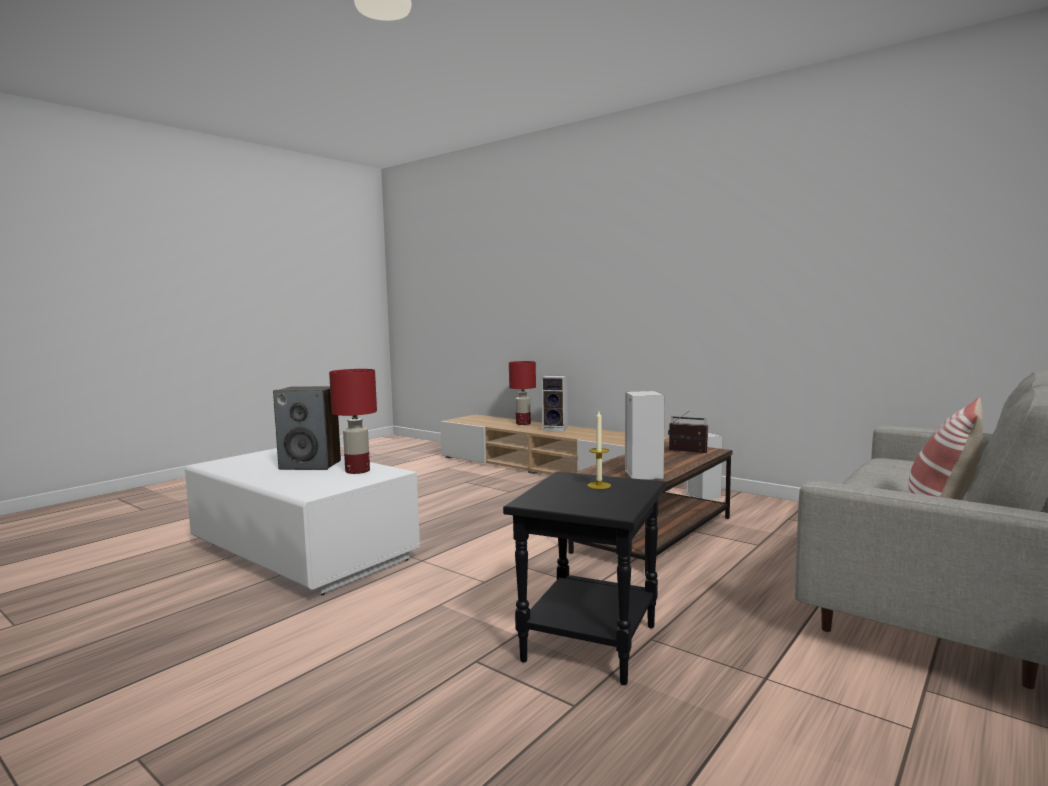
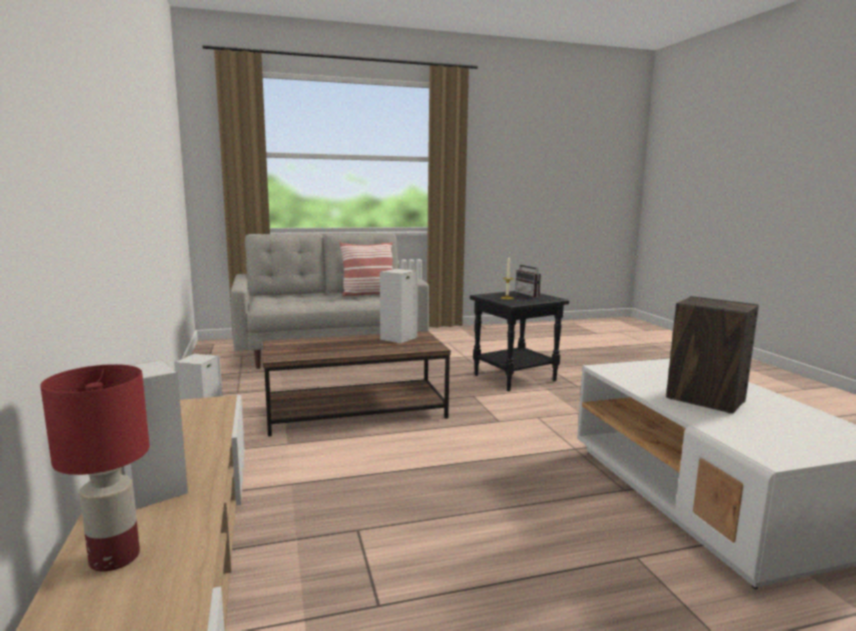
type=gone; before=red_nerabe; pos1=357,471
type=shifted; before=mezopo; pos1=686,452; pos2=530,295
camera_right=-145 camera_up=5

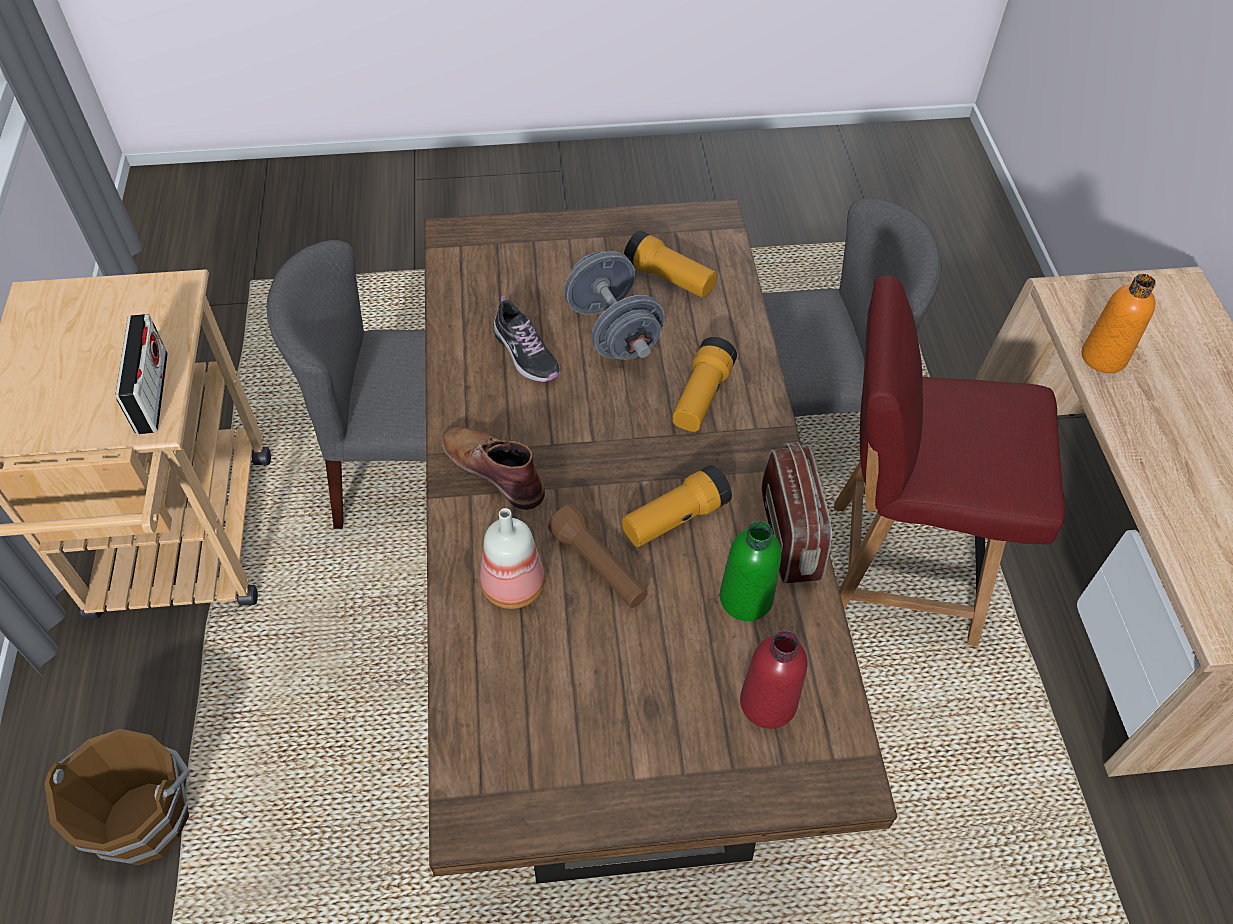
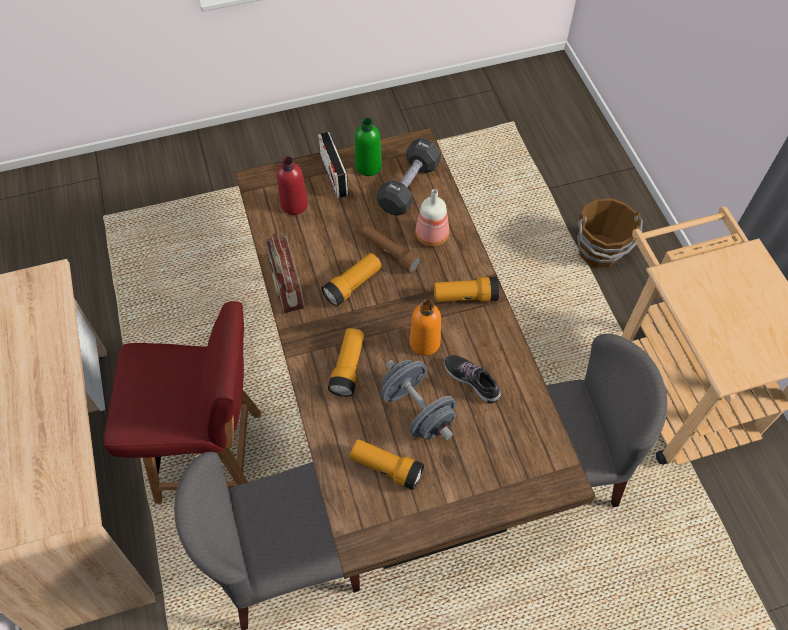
type=new; after=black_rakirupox; pos2=409,187
type=shifted; before=mezopo; pos1=152,393; pos2=334,176
type=shifted; before=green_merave; pos1=746,598; pos2=368,166
type=shifted; before=orange_merave; pos1=1103,357; pos2=424,343
type=swapped; before=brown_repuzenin; after=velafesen; pos1=492,468; pos2=465,297
camera_right=170 camera_up=5

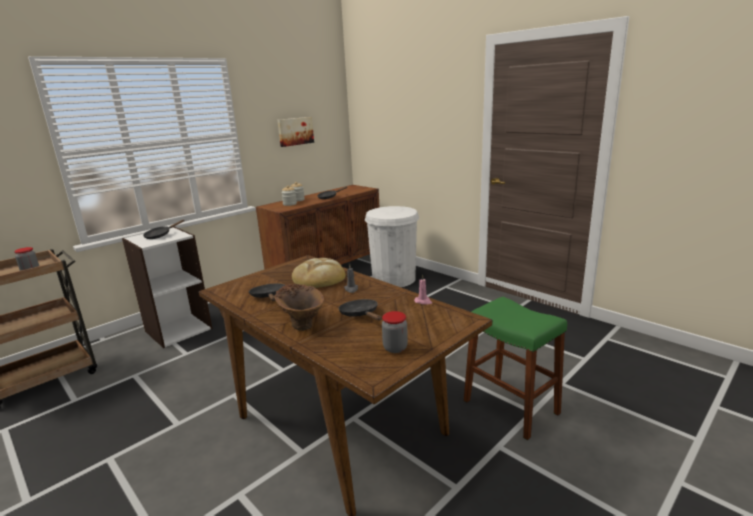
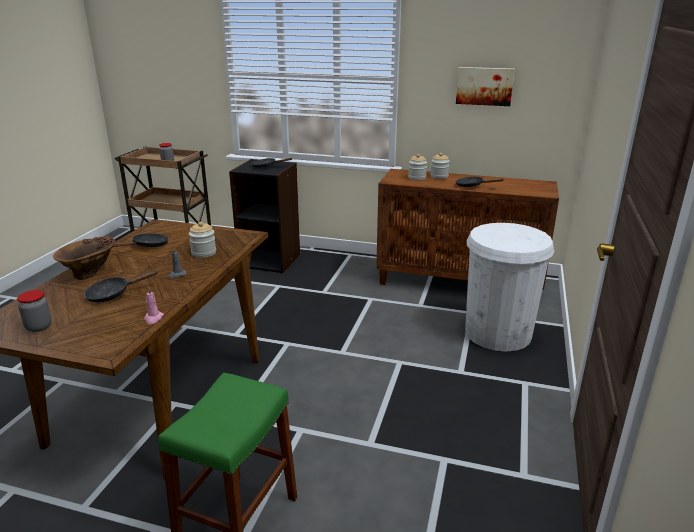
type=swapped; before=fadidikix; after=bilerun; pos1=319,277; pos2=204,253
type=repainted; before=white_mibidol; after=black_mibidol; pos1=178,329; pos2=270,260
type=rotated; before=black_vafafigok; pos1=360,315; pos2=113,294; turn=-150
camera_right=60 camera_up=5

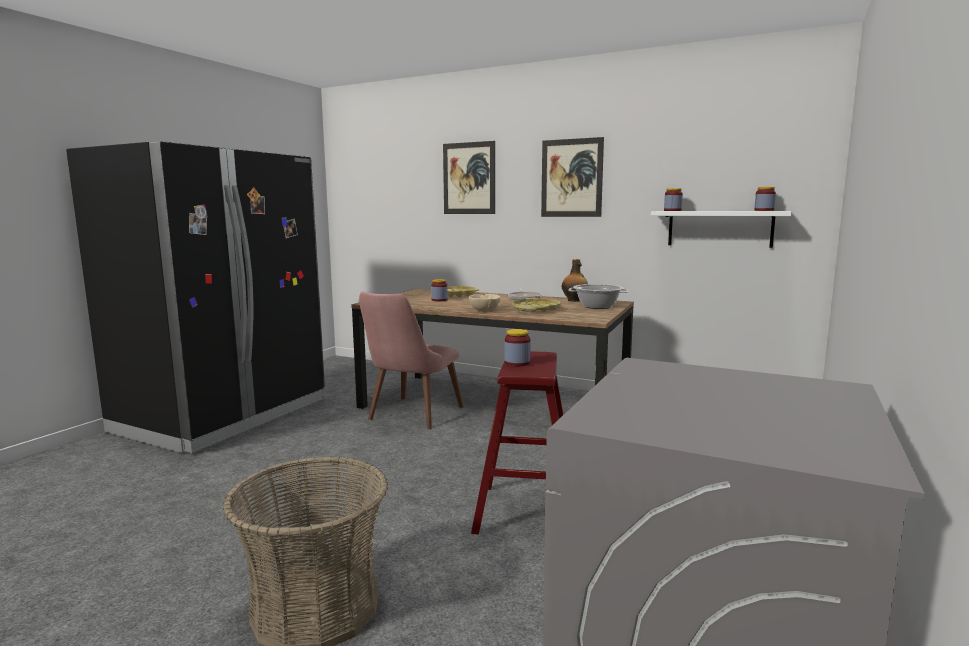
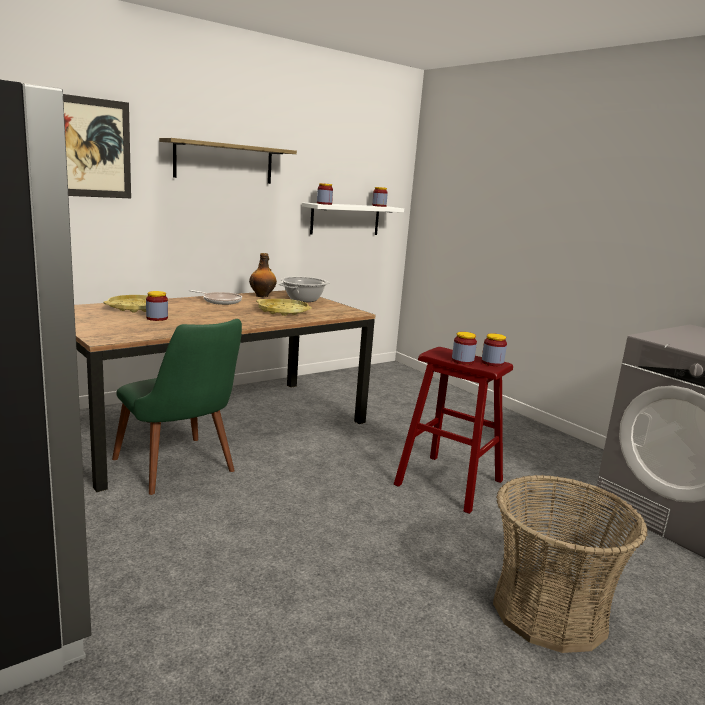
type=gone; before=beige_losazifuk; pos1=484,310
type=new; after=bilerun; pos2=492,363
type=swapped; before=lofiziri; after=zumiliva; pos1=571,178; pos2=224,162
type=repainted; before=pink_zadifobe; after=green_zadifobe; pos1=410,416; pos2=182,470
camera_right=-65 camera_up=5

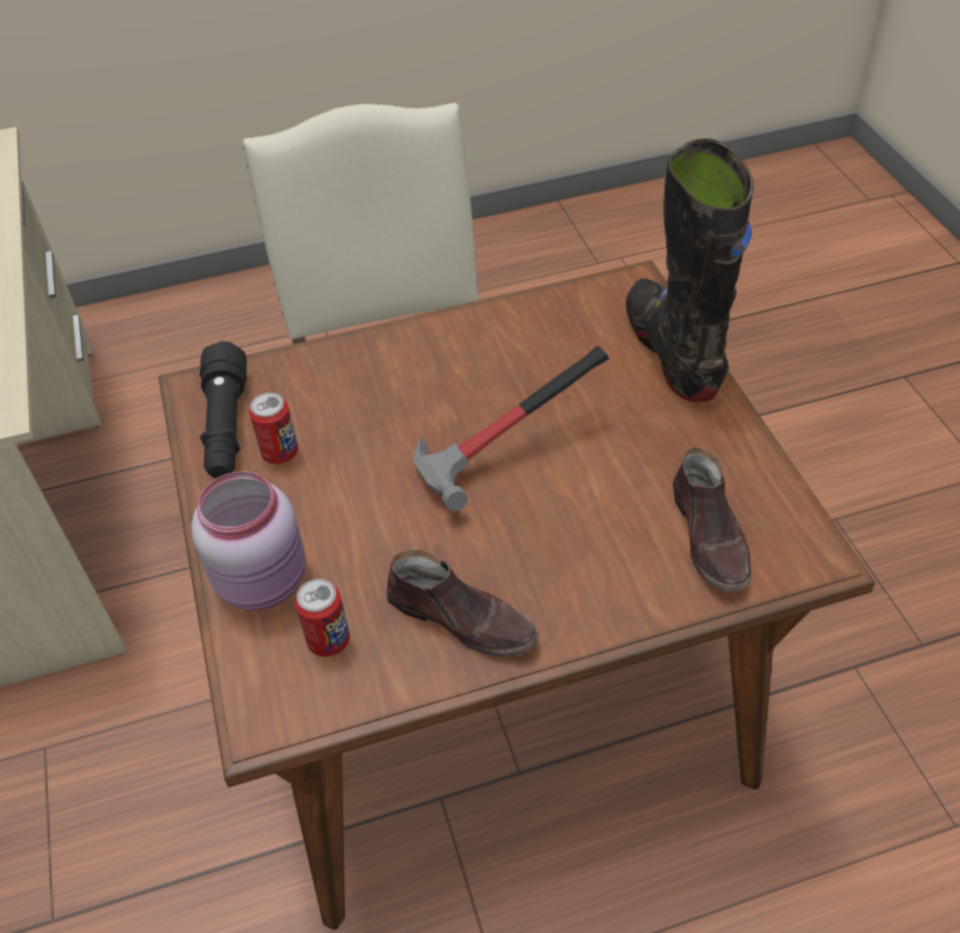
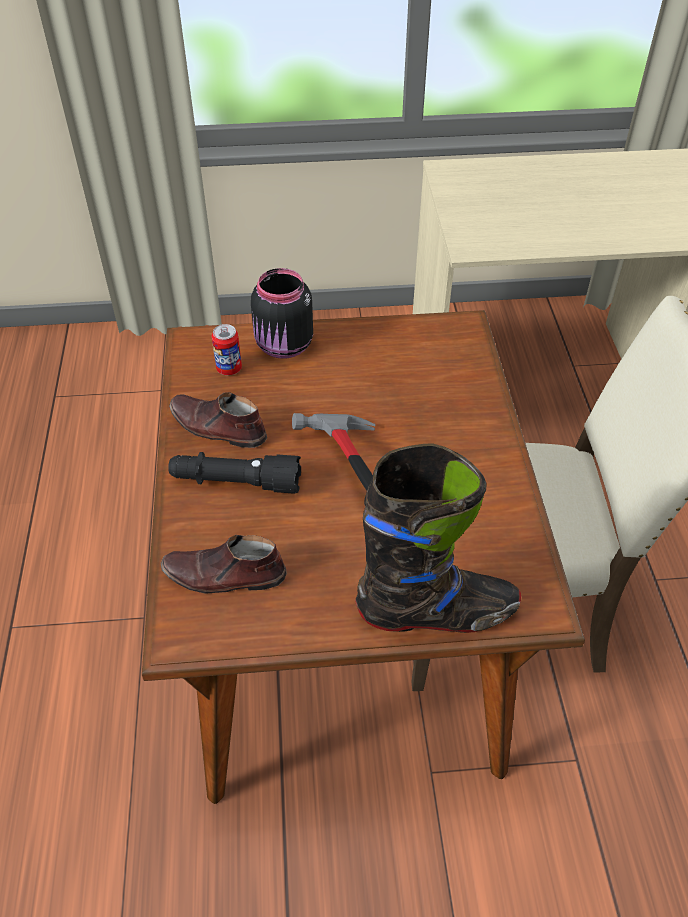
type=gone; before=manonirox; pos1=280,453
type=shifted; before=black_velafesen; pos1=226,428; pos2=236,482
type=repainted; before=pink_bilerun; after=black_bilerun; pos1=265,580; pos2=284,346
type=rotated; before=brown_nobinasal; pos1=462,618; pos2=217,427; turn=75
camera_right=100 camera_up=0

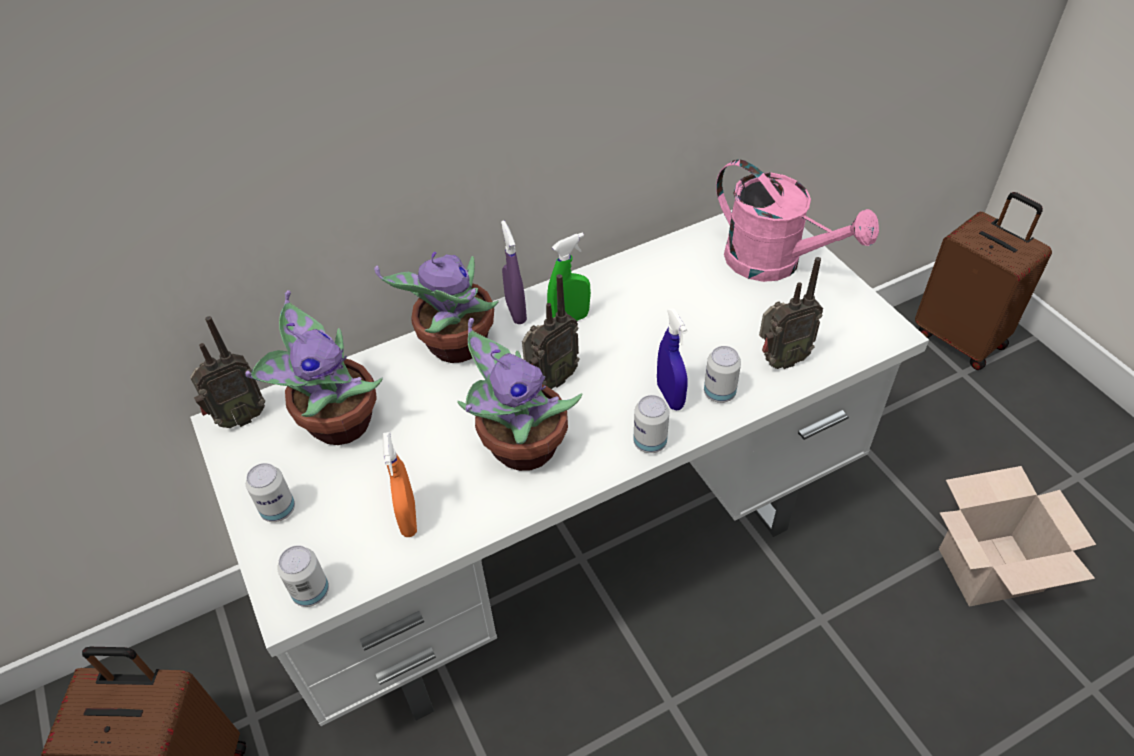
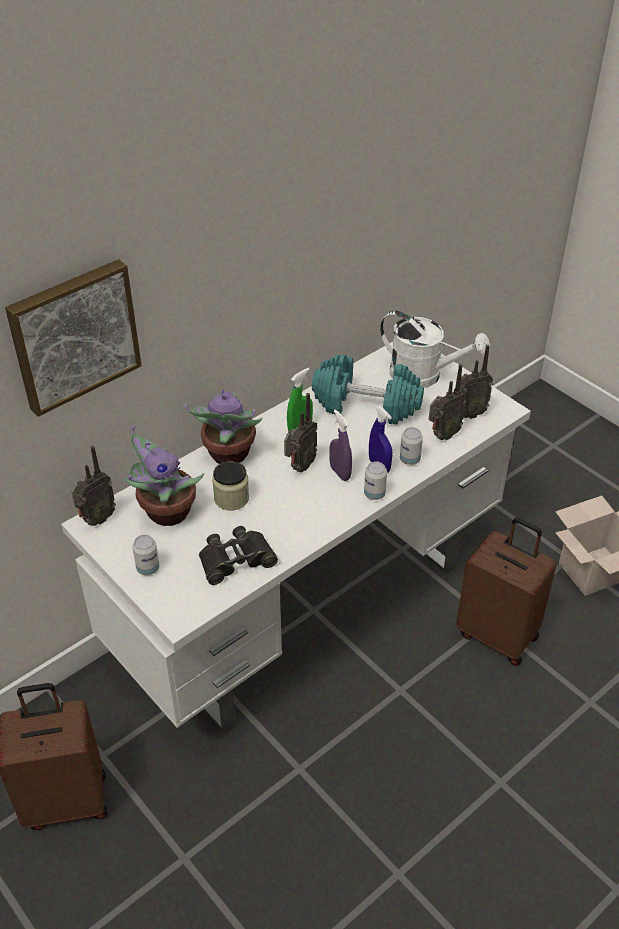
type=gone; before=manonirox; pos1=311,592
type=gone; before=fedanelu; pos1=520,447
type=new; after=lofiziri; pos2=73,335
type=new; after=bilerun; pos2=231,498
type=new; after=turquoise_rakirupox; pos2=367,405
type=new; after=mezopo; pos2=468,414
type=shifted; before=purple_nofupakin; pos1=516,312; pos2=340,473
type=shifted; before=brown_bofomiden; pos1=961,338; pos2=498,634
type=swapped; before=orange_nofupakin; after=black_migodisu; pos1=408,518; pos2=236,560
type=repainted; before=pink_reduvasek; after=white_reduvasek; pos1=775,263; pos2=424,376
camera_right=-15 camera_up=-5

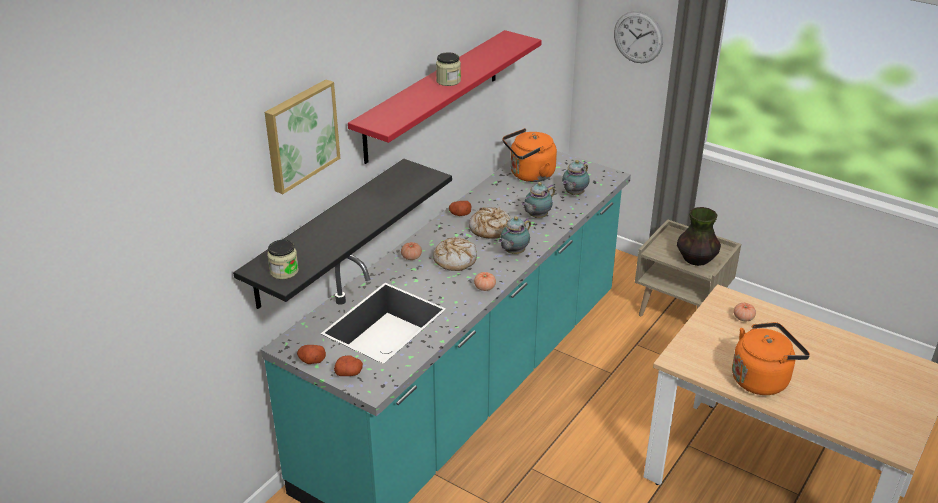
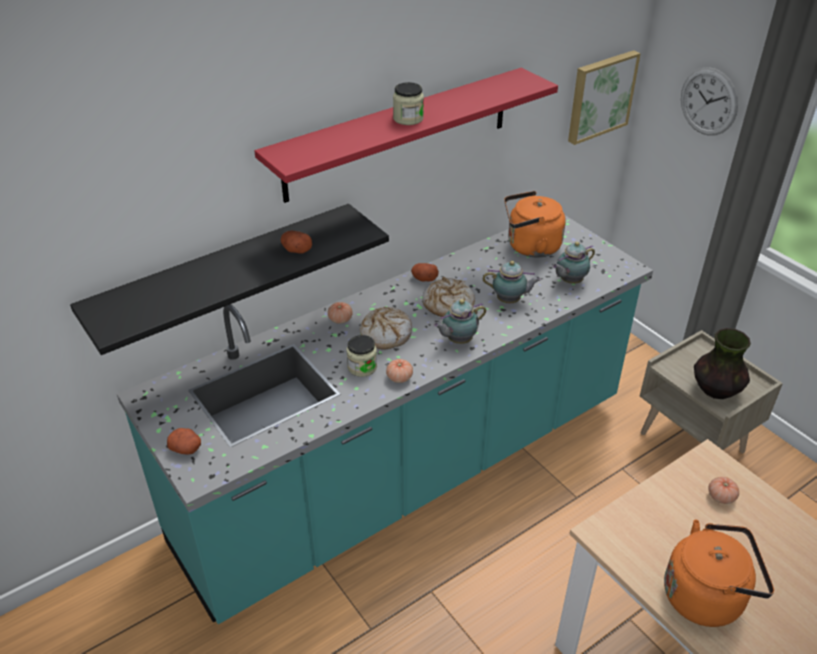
type=shifted; before=lofiziri; pos1=300,135; pos2=600,96
type=shifted; before=bilerun; pos1=284,271; pos2=362,367
type=shifted; before=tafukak; pos1=311,360; pos2=296,249
type=rotated; before=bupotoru; pos1=536,217; pos2=510,301; turn=-150
camera_right=20 camera_up=5

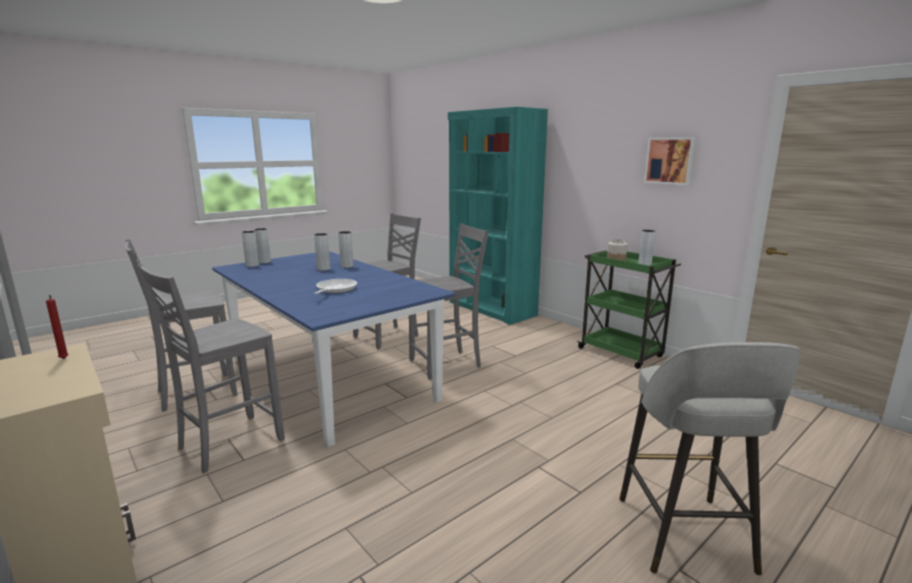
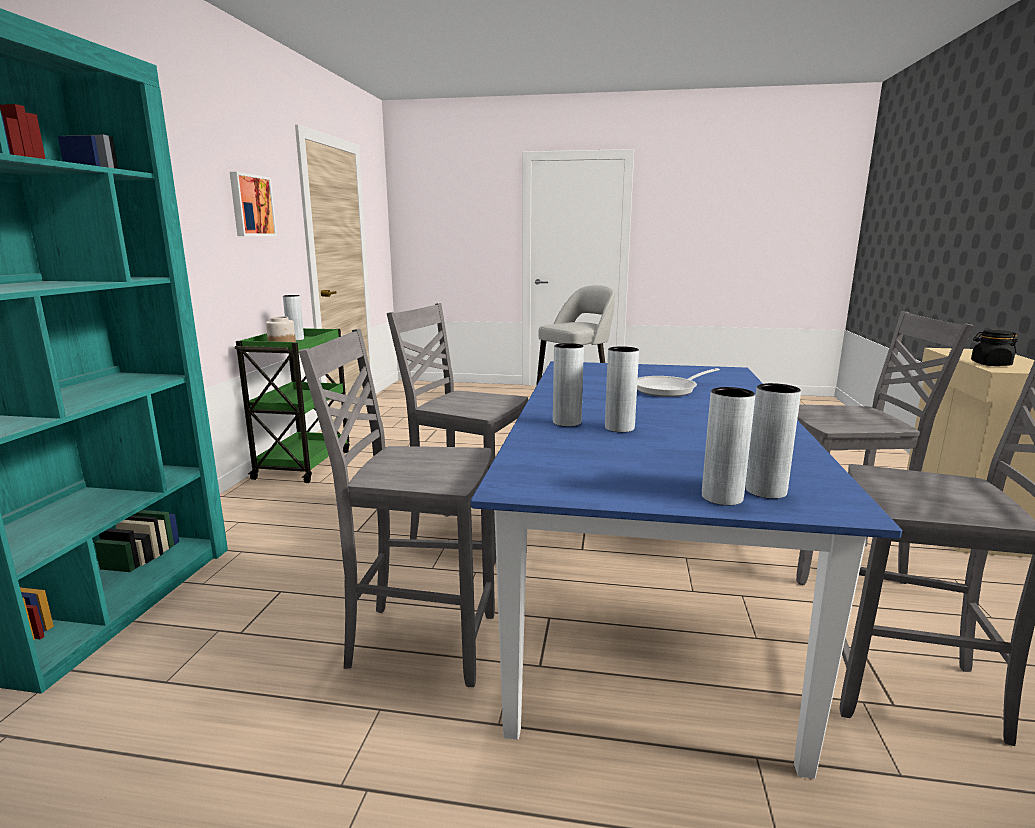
type=swapped; before=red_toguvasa; after=black_bilerun; pos1=64,359; pos2=990,364
camera_right=-130 camera_up=0

